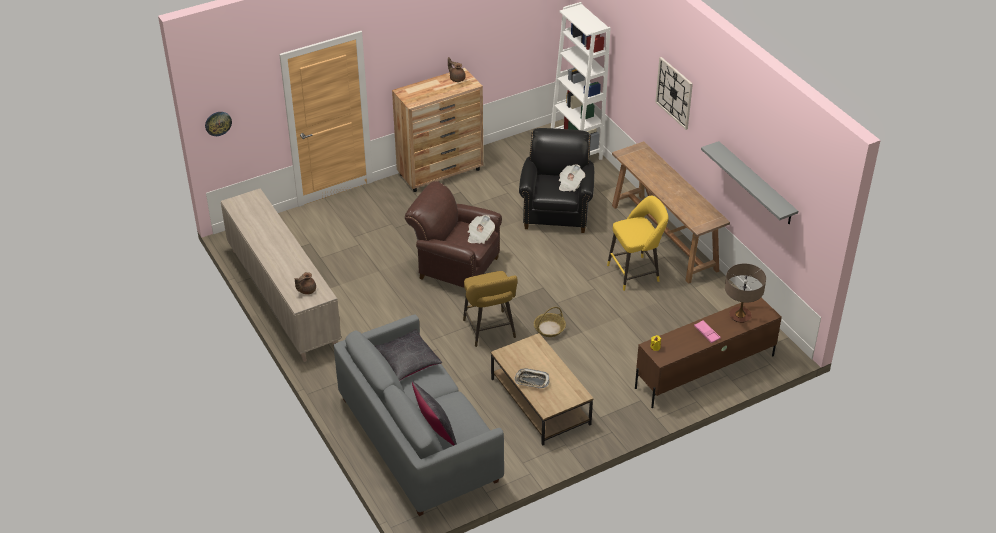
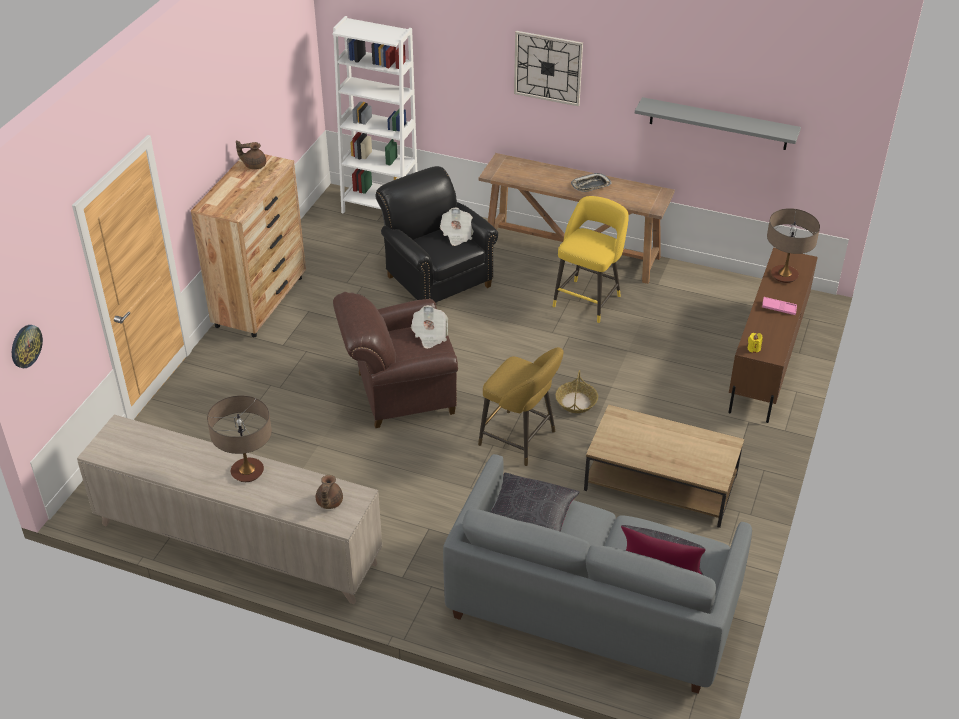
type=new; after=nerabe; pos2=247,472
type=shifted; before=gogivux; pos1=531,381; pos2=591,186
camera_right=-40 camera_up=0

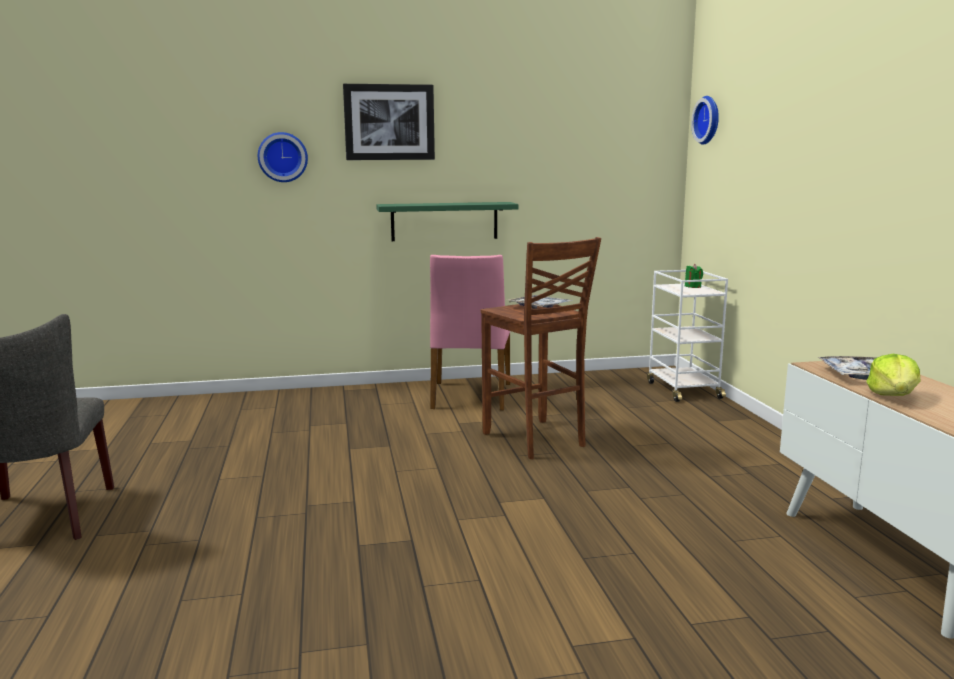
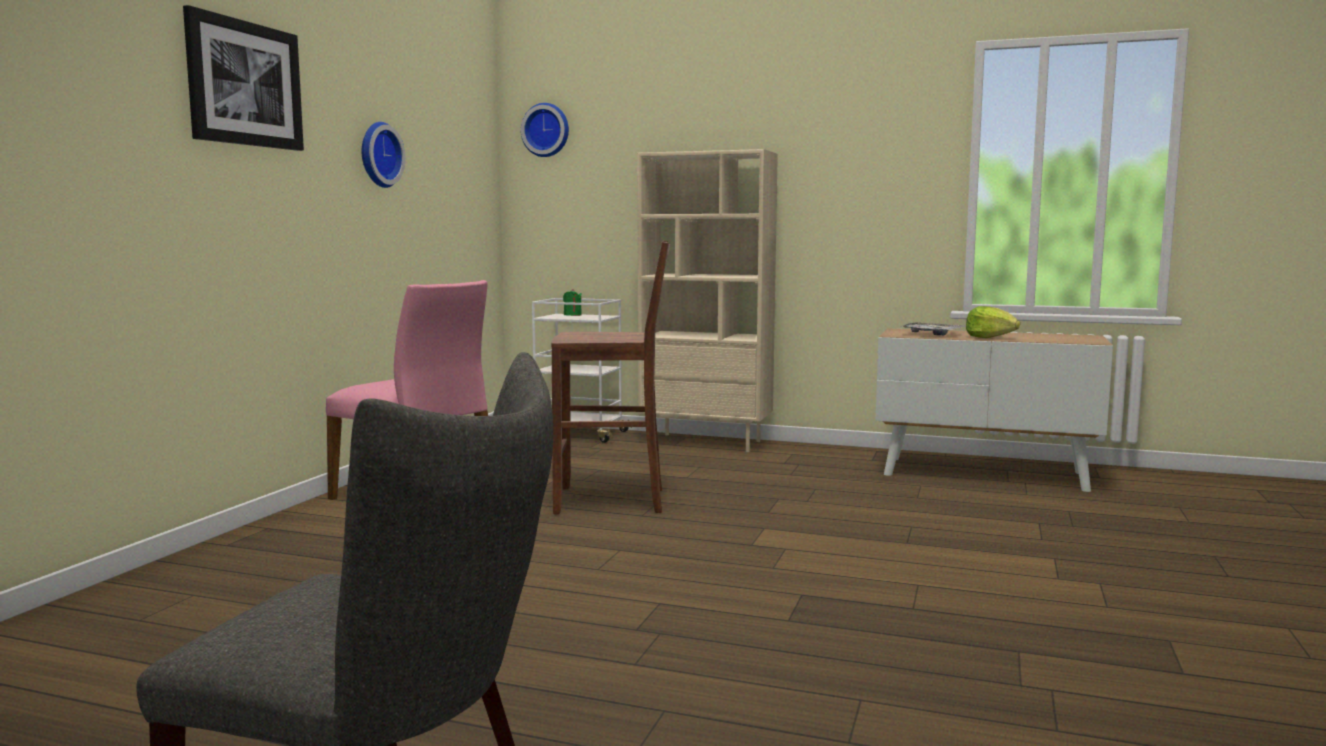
type=gone; before=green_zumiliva; pos1=444,221
type=gone; before=gogivux; pos1=539,307
type=new; after=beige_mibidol; pos2=707,442
type=shifted; before=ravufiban; pos1=283,157; pos2=378,155
camera_right=-60 camera_up=-5

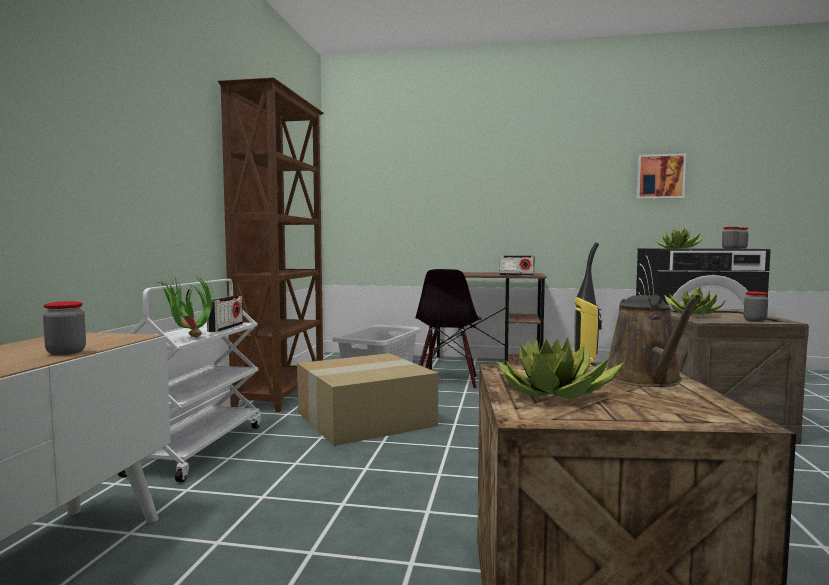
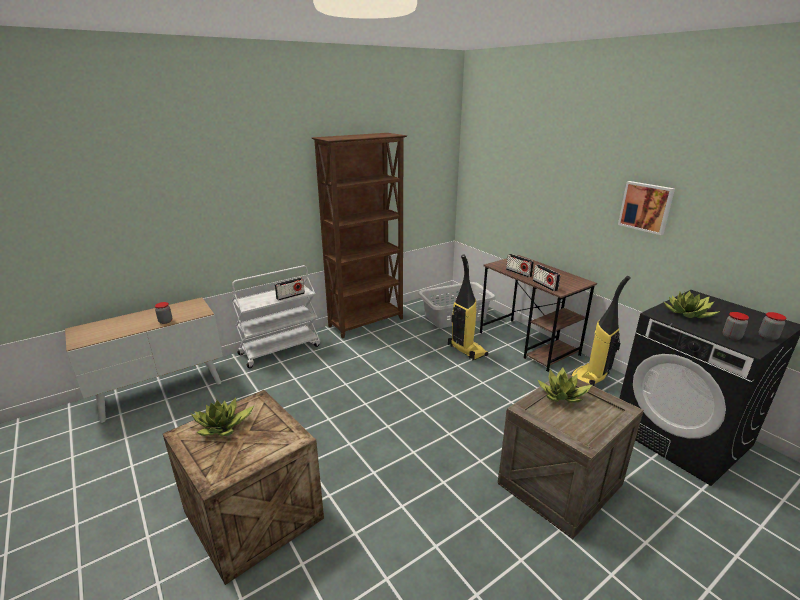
type=gone; before=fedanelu; pos1=188,339
type=gone; before=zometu; pos1=366,418
type=gone; before=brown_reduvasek; pos1=646,380
type=gone; before=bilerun; pos1=755,320
type=new; after=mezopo; pos2=518,273
type=shifted; before=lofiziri; pos1=660,176; pos2=646,207
type=swapped; before=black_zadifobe; after=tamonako; pos1=447,382; pos2=466,350
camera_right=45 camera_up=20

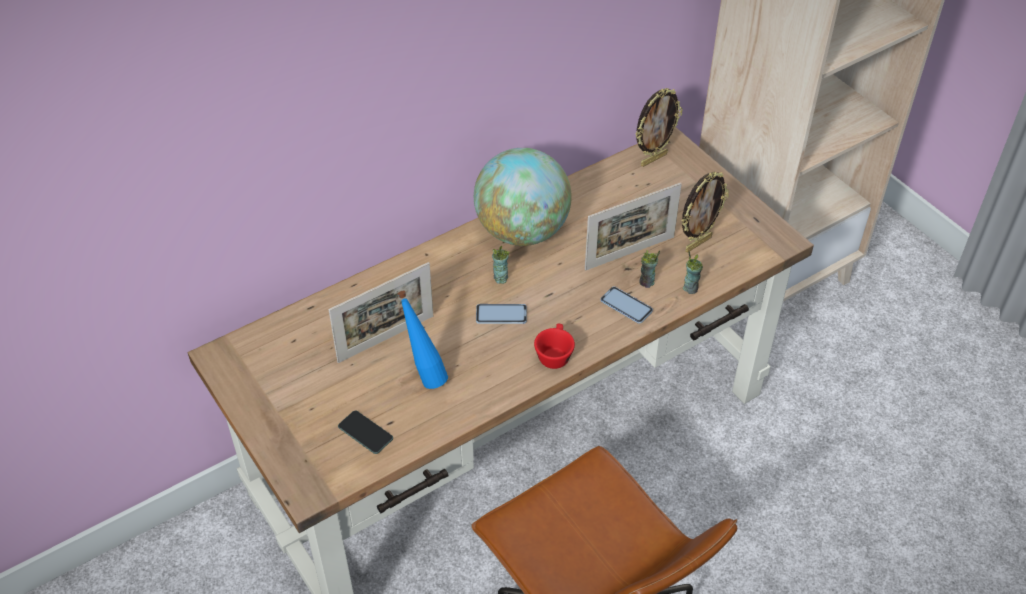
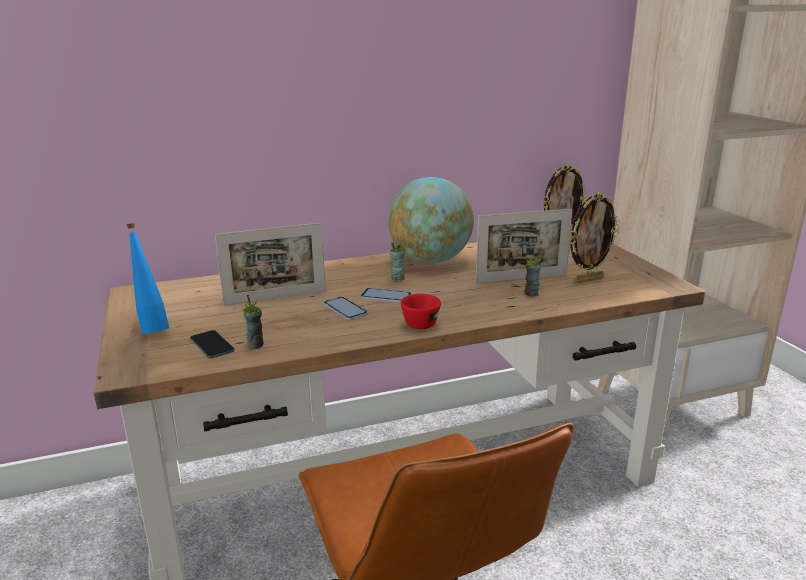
type=shifted; before=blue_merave; pos1=424,375; pos2=152,329
type=shifted; before=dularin; pos1=626,306; pos2=345,309
type=shifted; before=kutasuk; pos1=690,288; pos2=255,345
camera_right=15 camera_up=-25

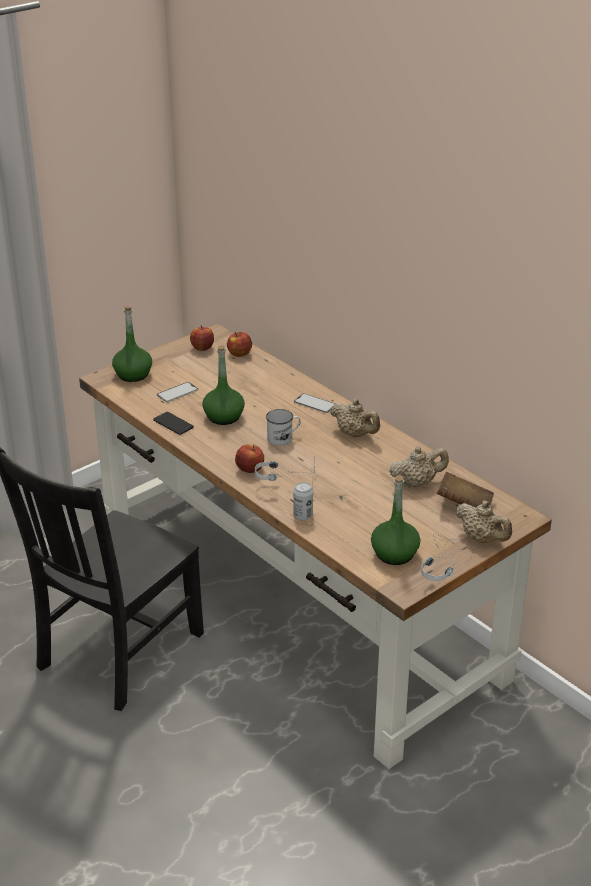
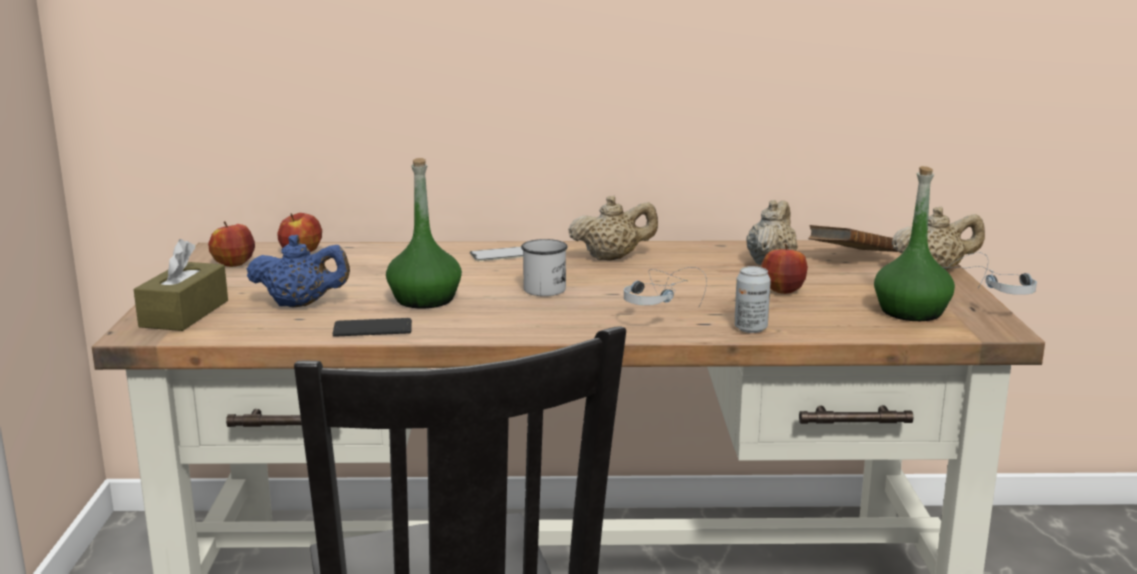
type=shifted; before=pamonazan; pos1=249,469; pos2=782,290
type=swapped; before=green_merave; after=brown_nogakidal; pos1=133,374; pos2=184,313
type=swapped; before=dularin; after=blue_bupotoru; pos1=177,392; pos2=301,304
camera_right=-50 camera_up=-15

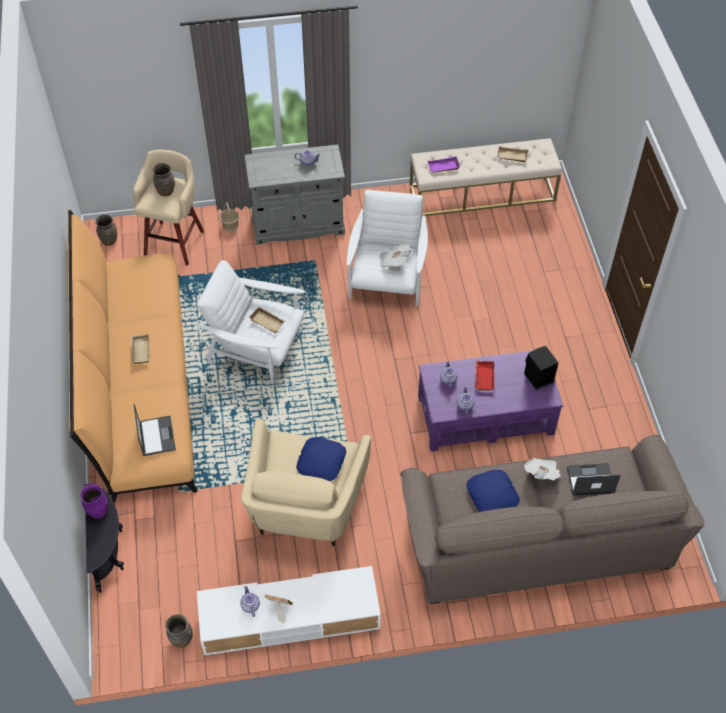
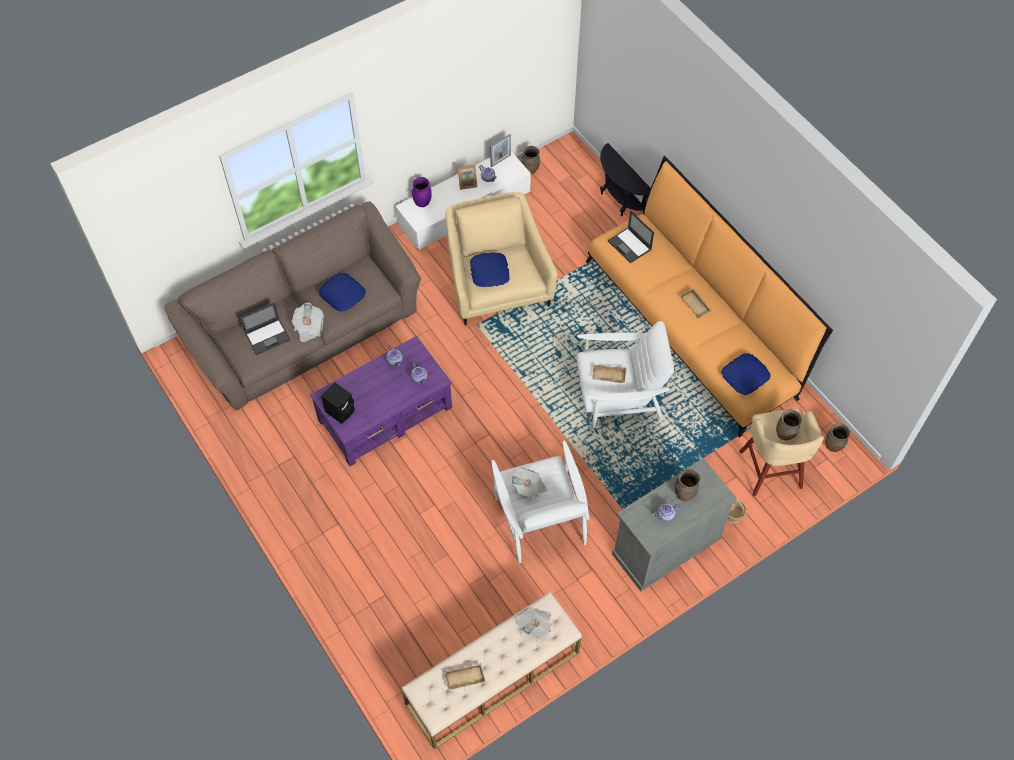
type=gone; before=red_gogivux; pos1=483,377
type=new; after=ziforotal; pos2=500,160
type=new; after=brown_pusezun; pos2=684,493
type=new; after=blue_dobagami; pos2=745,377
type=shifted; before=purple_pusezun; pos1=98,511; pos2=422,202
type=swapped; before=purple_gogivux; after=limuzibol; pos1=443,167; pos2=534,624
camera_right=155 camera_up=5

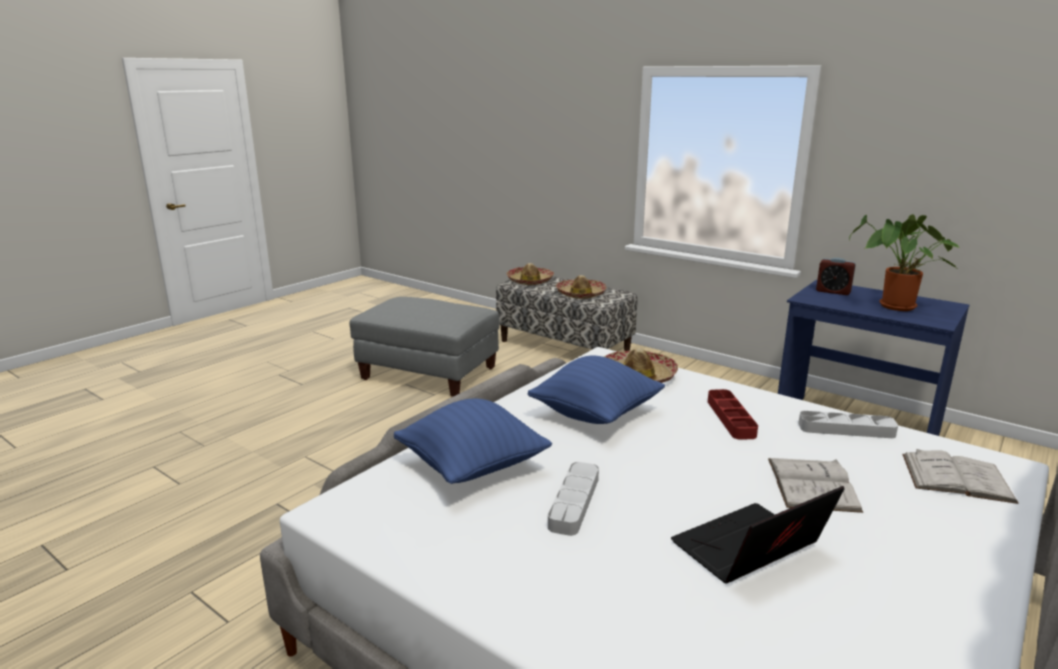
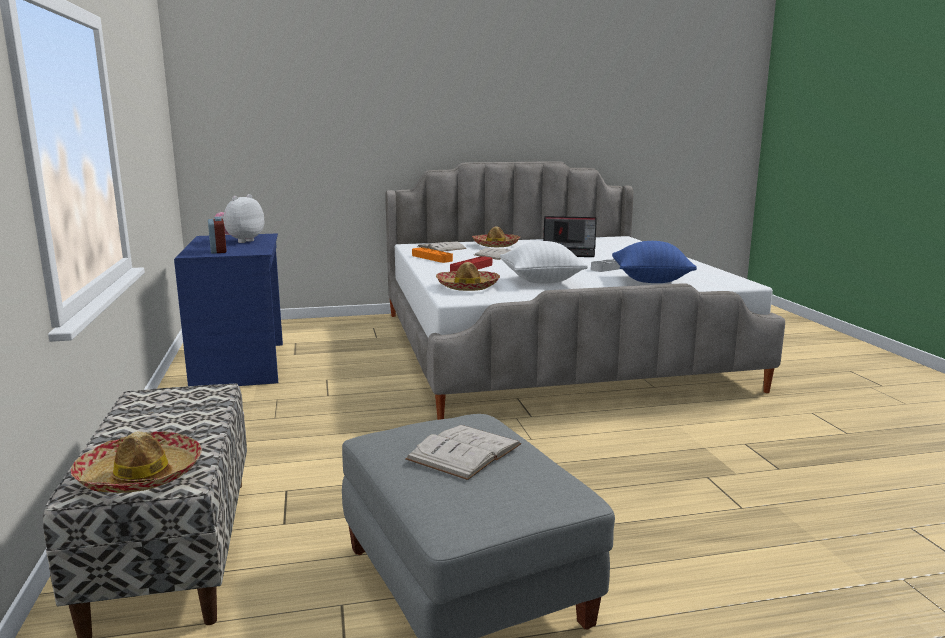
type=new; after=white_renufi; pos2=464,451
type=shifted; before=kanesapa; pos1=580,294; pos2=496,245
type=swapped; before=fedanelu; after=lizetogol; pos1=895,307; pos2=241,241
type=repainted; before=blue_dobagami; after=white_dobagami; pos1=595,415; pos2=541,281
type=repainted; before=grey_gogivux; after=orange_gogivux; pos1=846,429; pos2=432,258
camera_right=-140 camera_up=-5

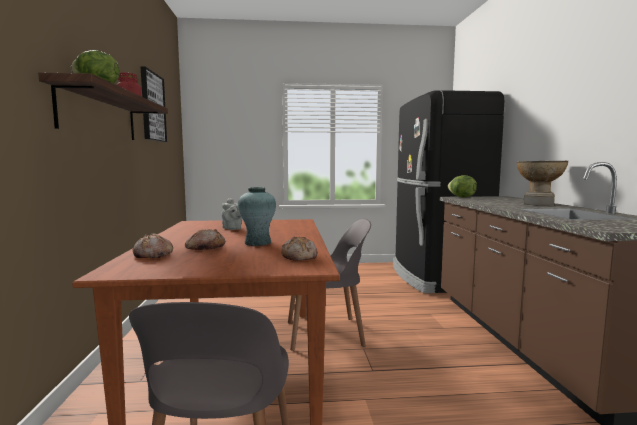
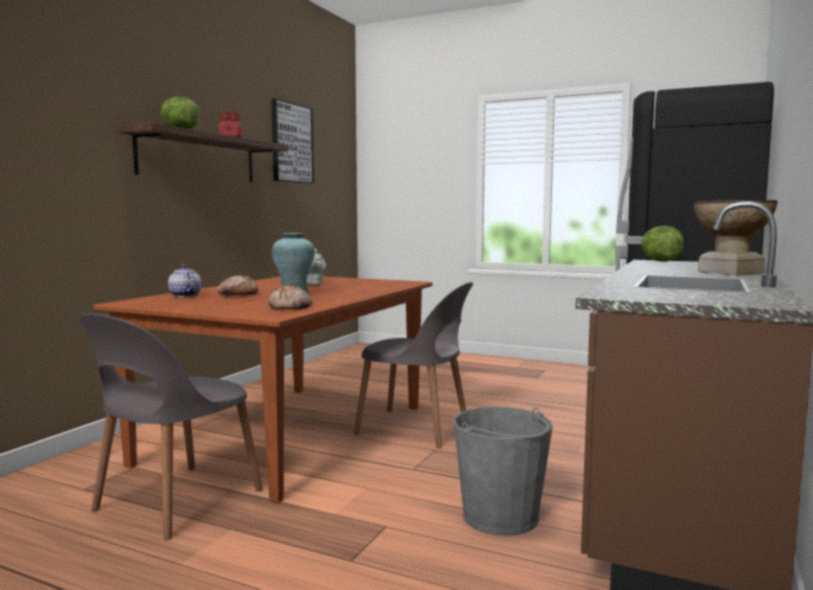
type=new; after=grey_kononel; pos2=500,517
type=swapped; before=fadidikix; after=bupotoru; pos1=152,255; pos2=184,295
camera_right=30 camera_up=0

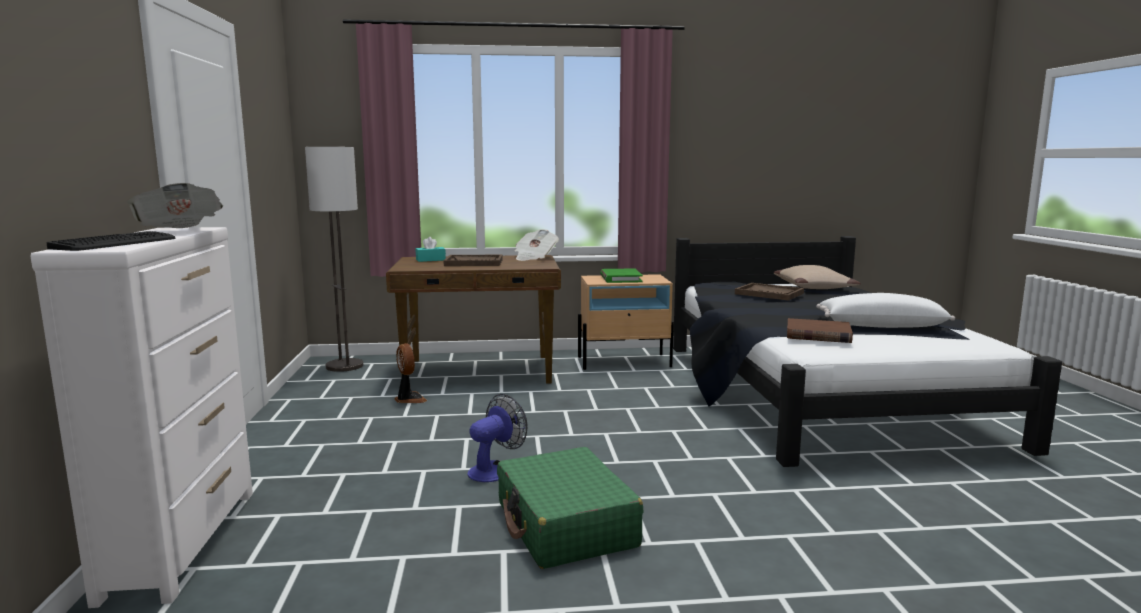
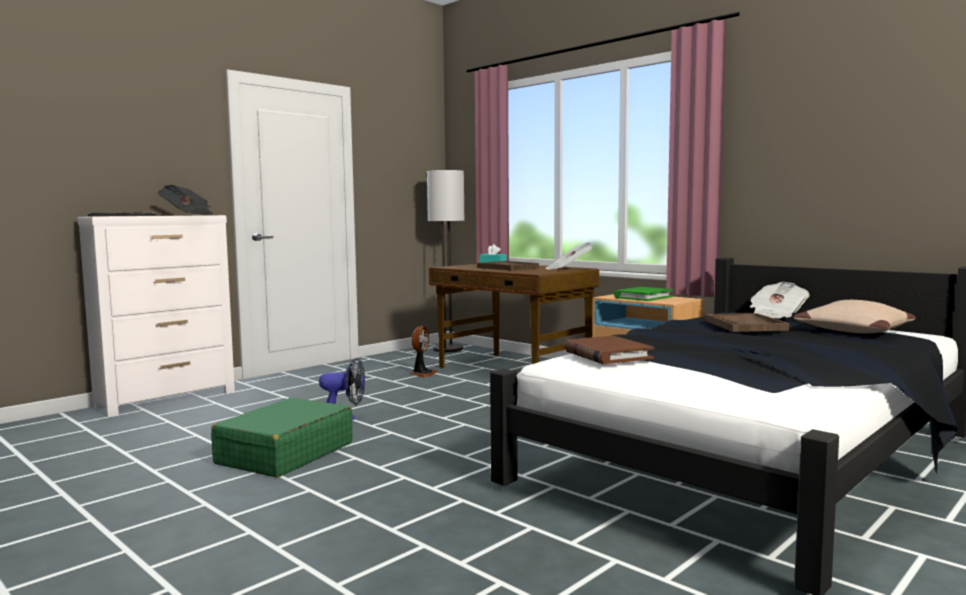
type=gone; before=white_dobagami; pos1=881,326
type=new; after=limuzibol; pos2=775,316
camera_right=50 camera_up=-5

